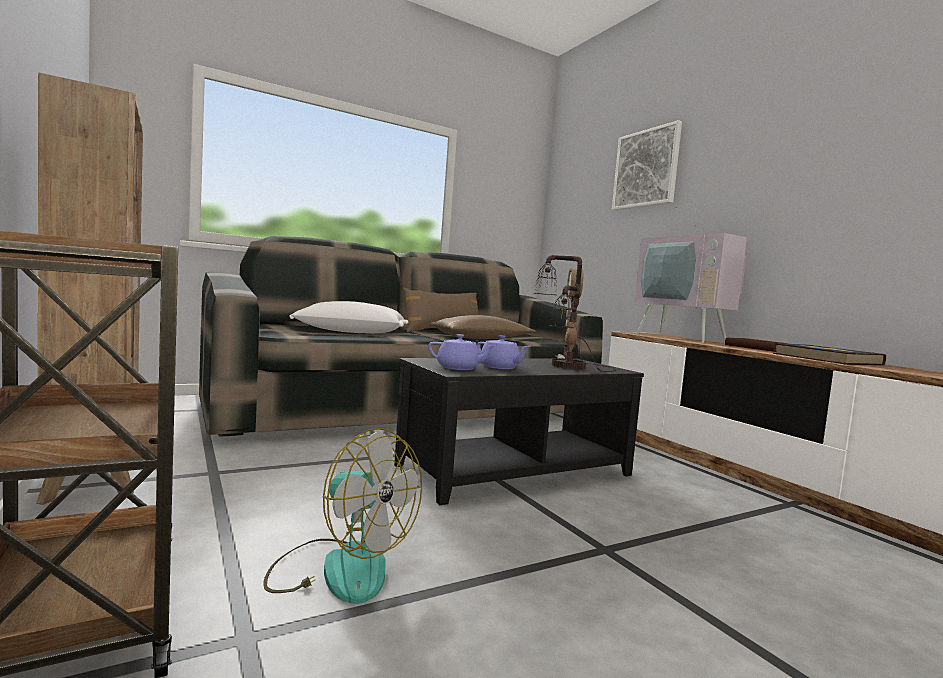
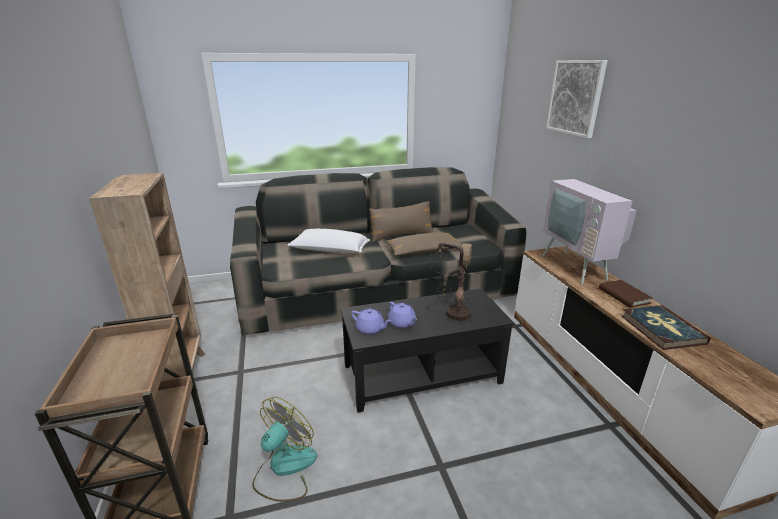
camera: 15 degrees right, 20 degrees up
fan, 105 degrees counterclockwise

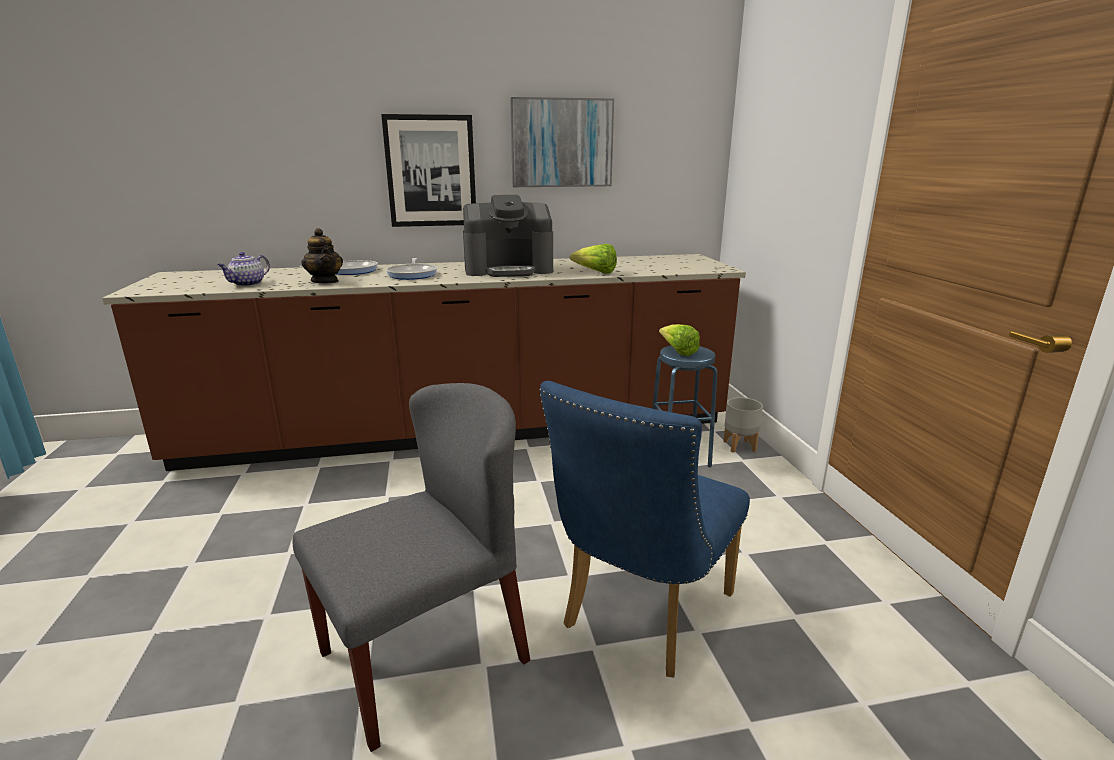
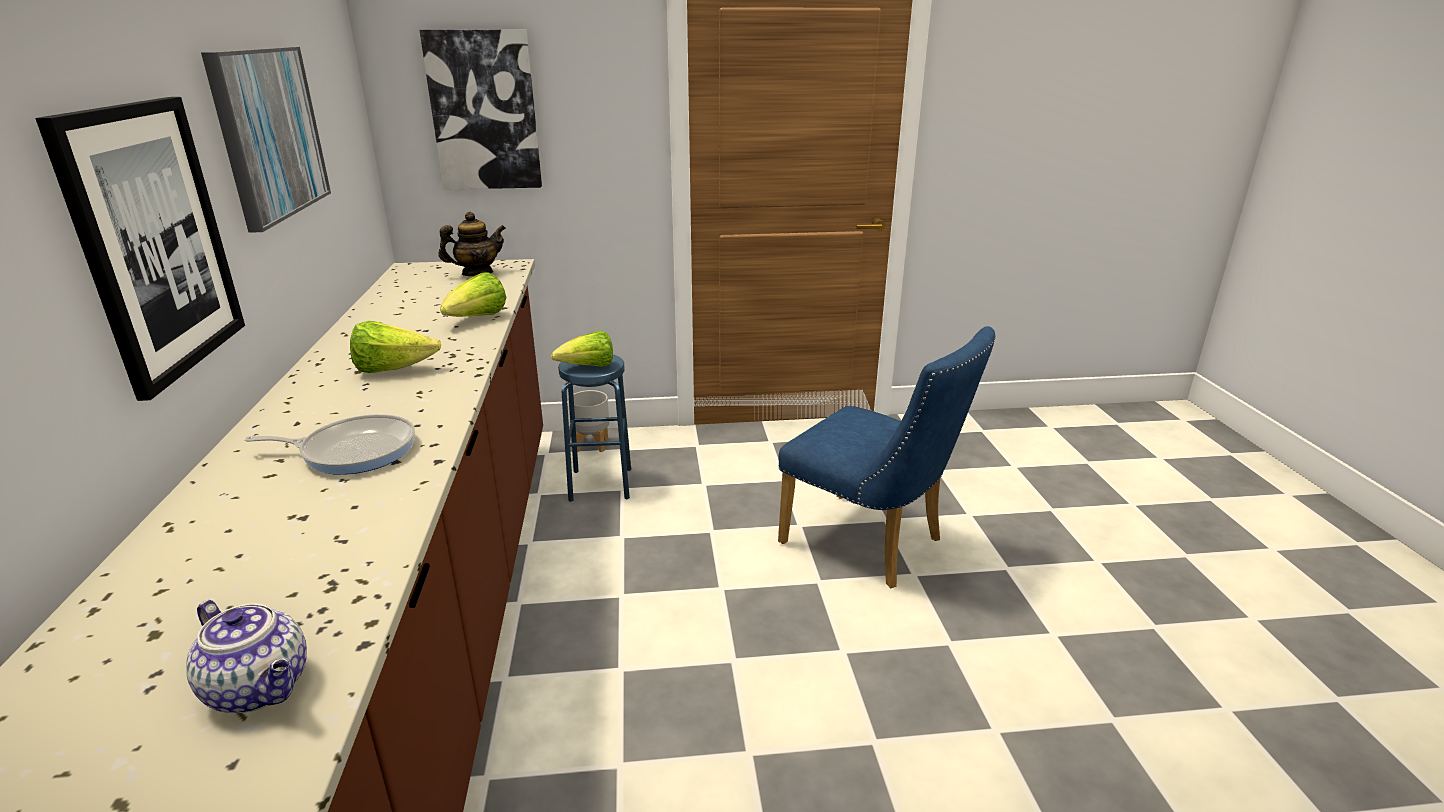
camera: 85 degrees left, 5 degrees up
coffee machine → head of lettuce (1st from left)
tea pot (2nd from left), moved
frying pan (1st from left) → -
upright chair/greyish → -
- → wall art (3rd from left)

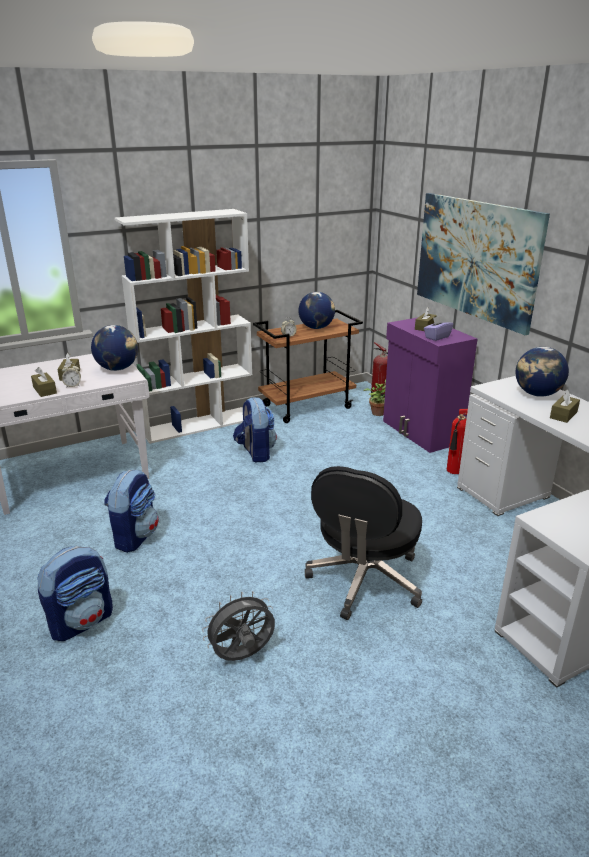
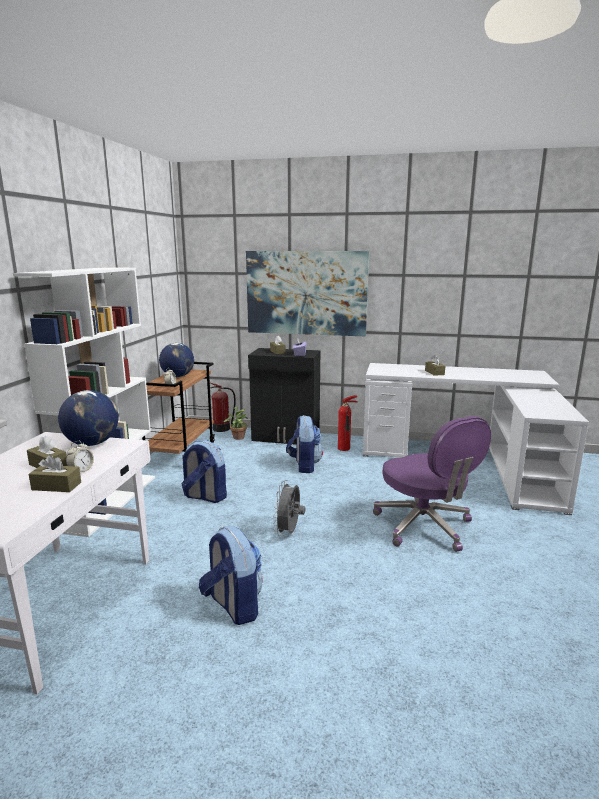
camera: 50 degrees left, 10 degrees down
cabinet/purplish → cabinet/black-coloured
desk globe (3rd from left) → -
office chair/black-coloured → office chair/purplish
knapsack (1st from left in the first image) → knapsack (3rd from left), moved
fan/greyish, moved

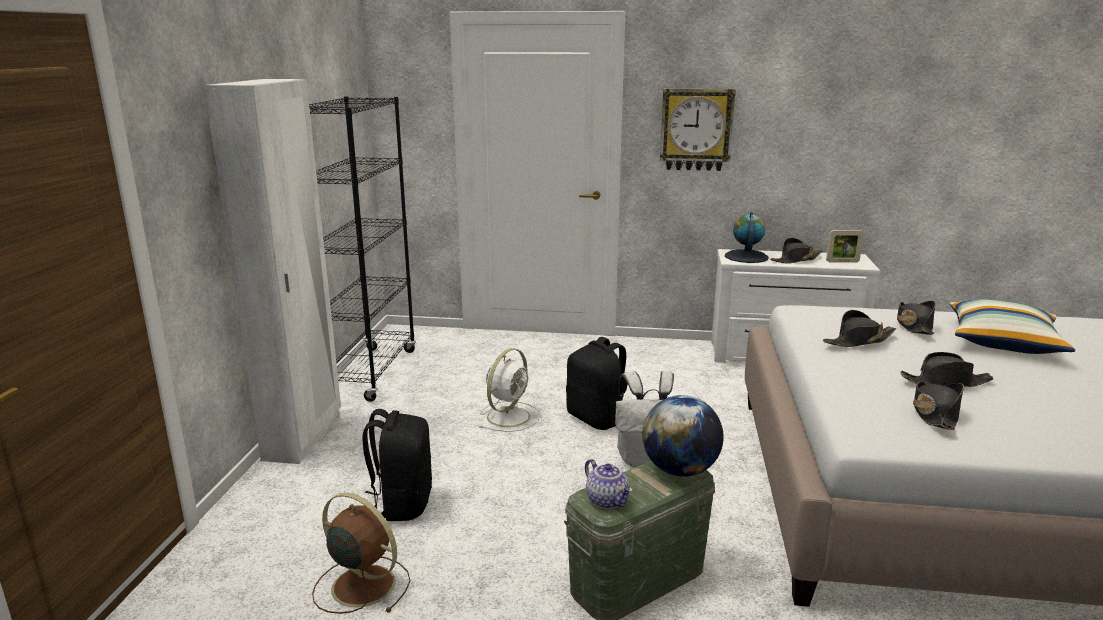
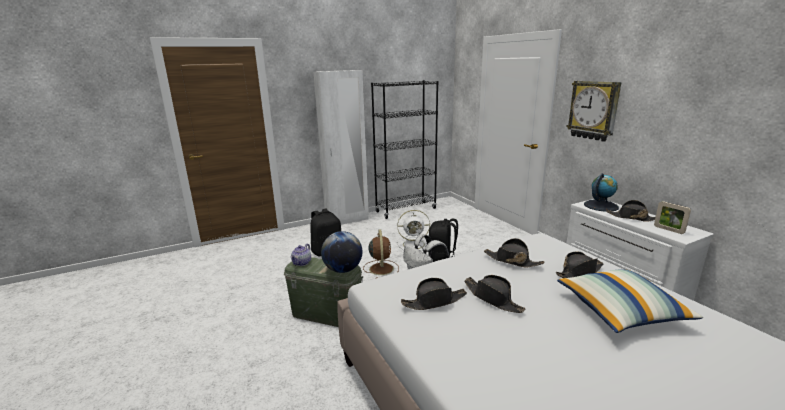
camera: 55 degrees right, 0 degrees up
fan/brown-coloured, moved

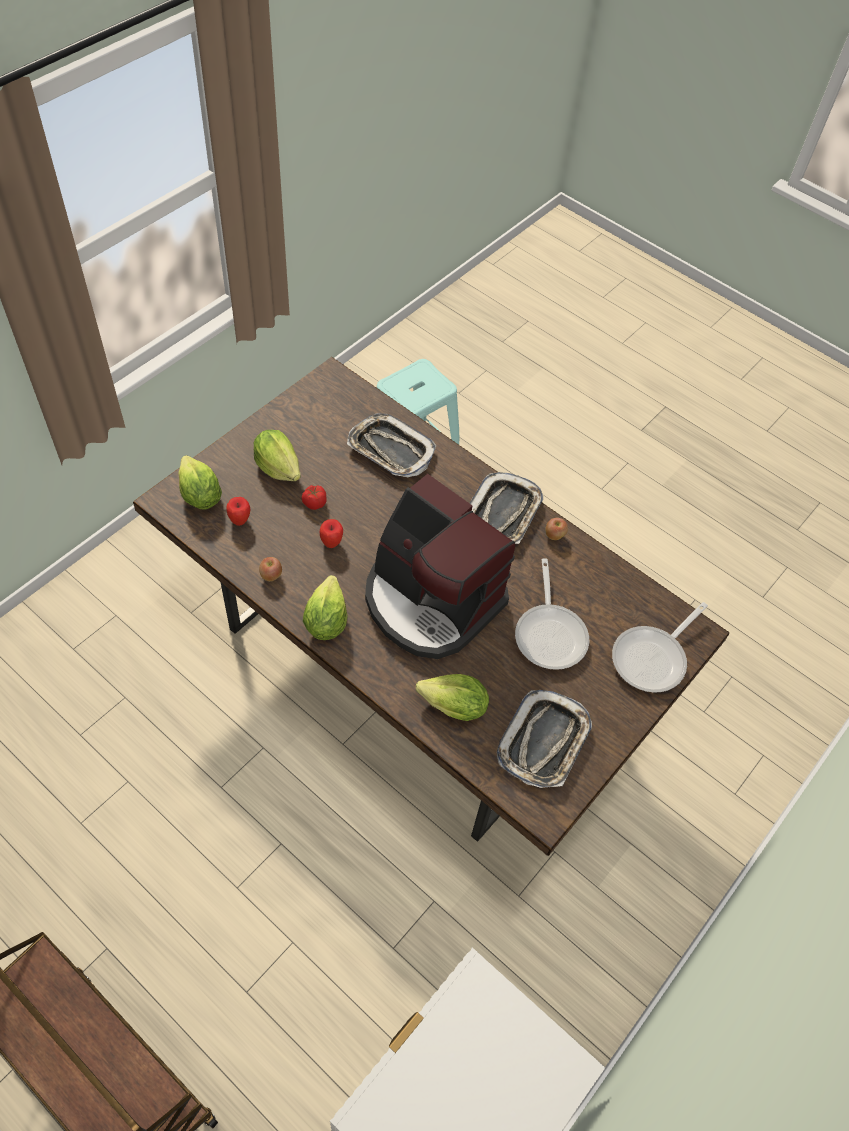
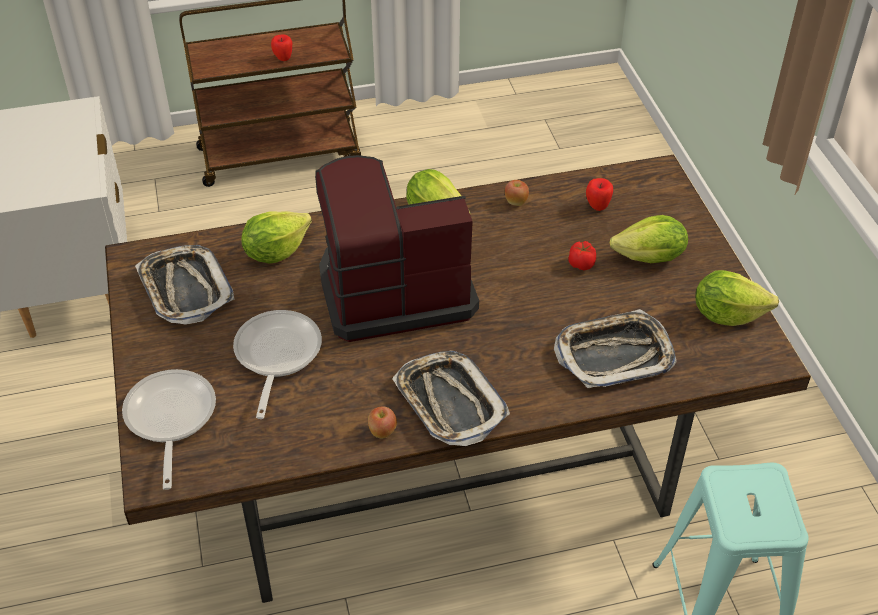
camera: 130 degrees right, 10 degrees down
head of lettuce (1st from left in the first image) → head of lettuce (4th from left), moved
apple (3rd from left in the first image) → apple (1st from left), moved
frying pan (1st from left in the first image) → frying pan (2nd from left), 60 degrees clockwise

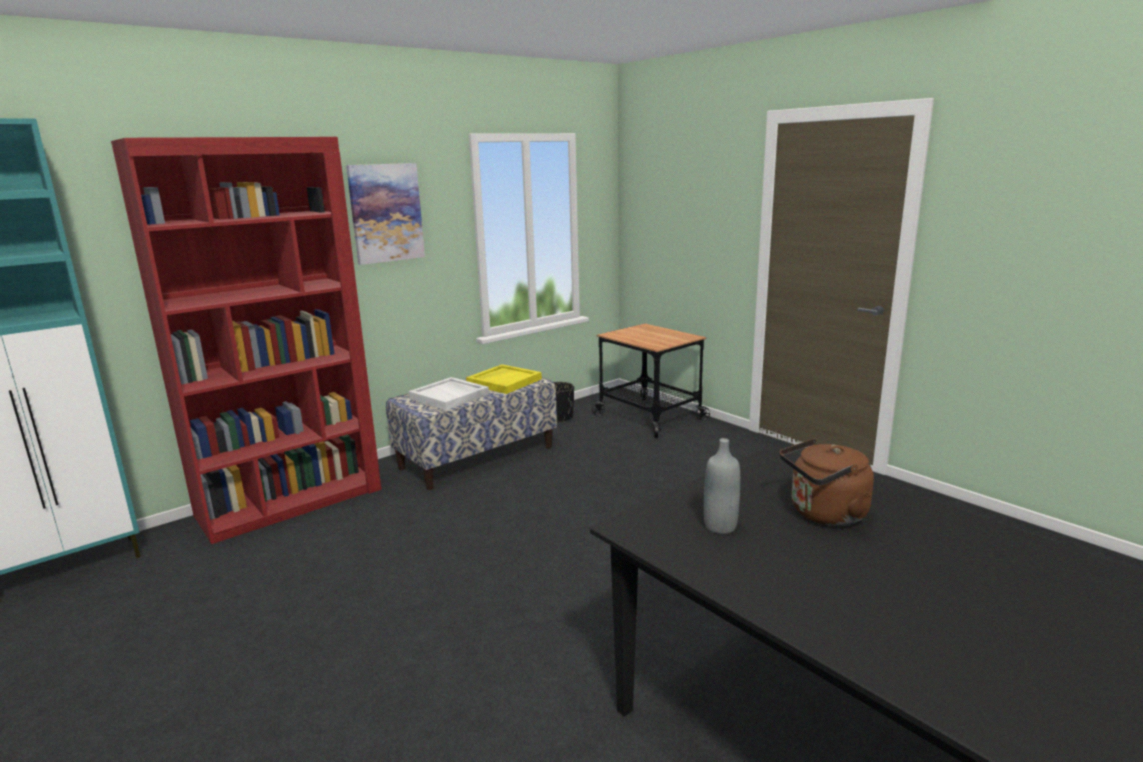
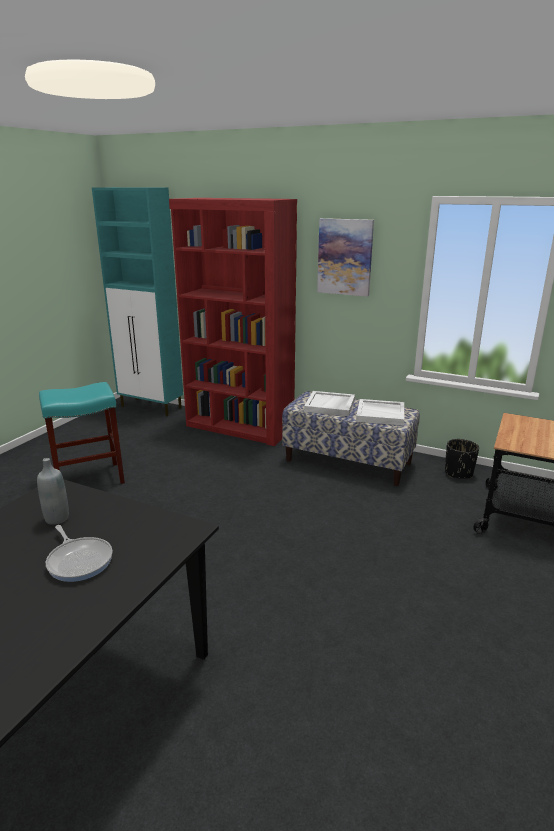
camera: 65 degrees right, 5 degrees up
carrying tray/yellow-coloured → carrying tray/white-coloured (2nd from left)
tea kettle/brown-coloured → frying pan
- → stool/turquoise-coloured

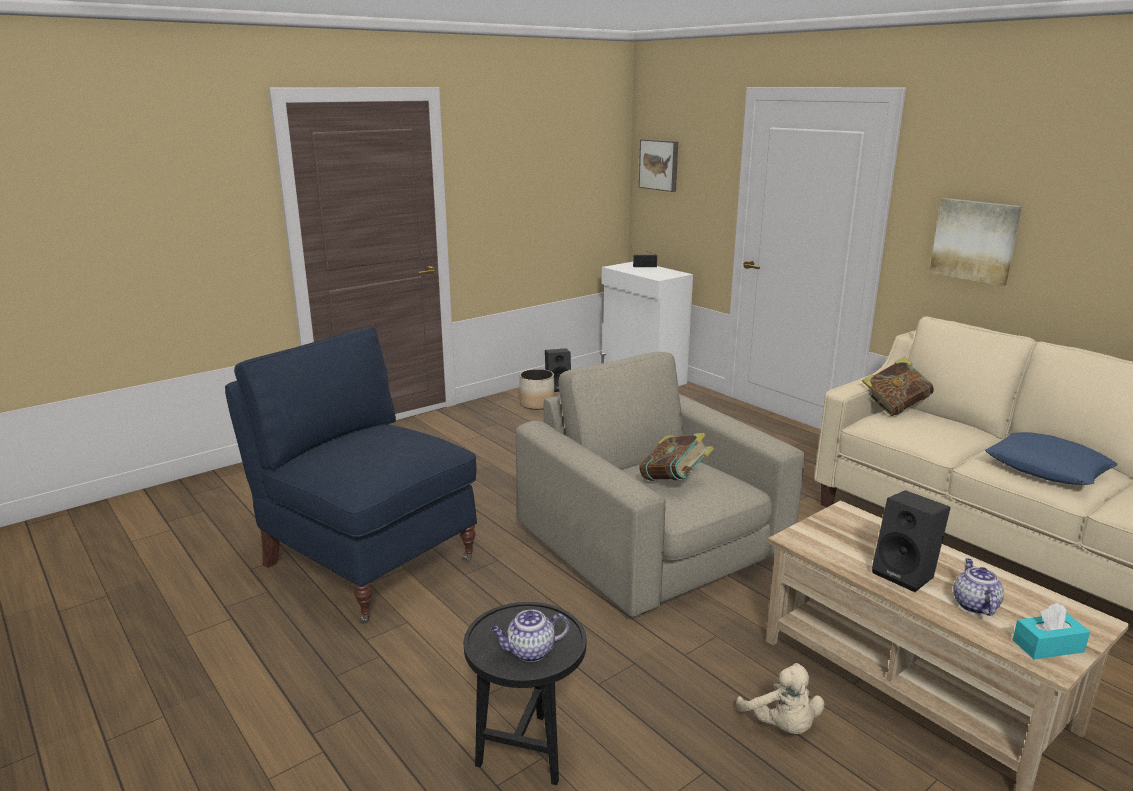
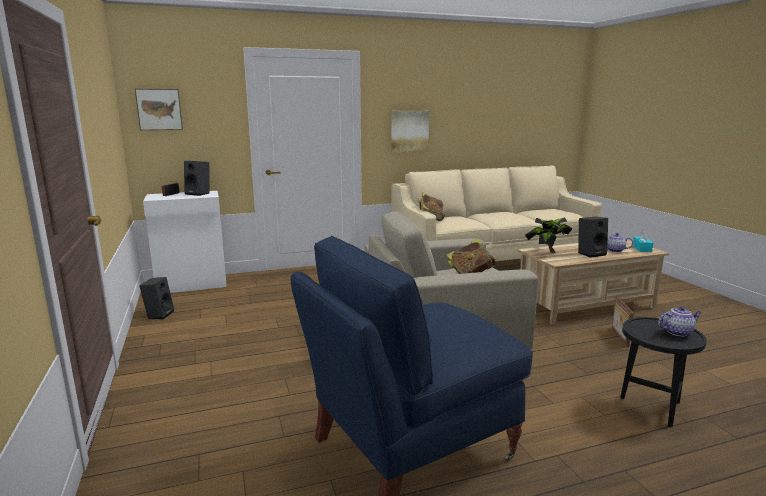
camera: 70 degrees left, 5 degrees down
planter → -
pillow/blue → -
tea pot (1st from left in the first image) → tea pot (2nd from left), 105 degrees counterclockwise
plush toy/beige → standing frame
- → speaker/black-coloured (2nd from left)
- → houseplant

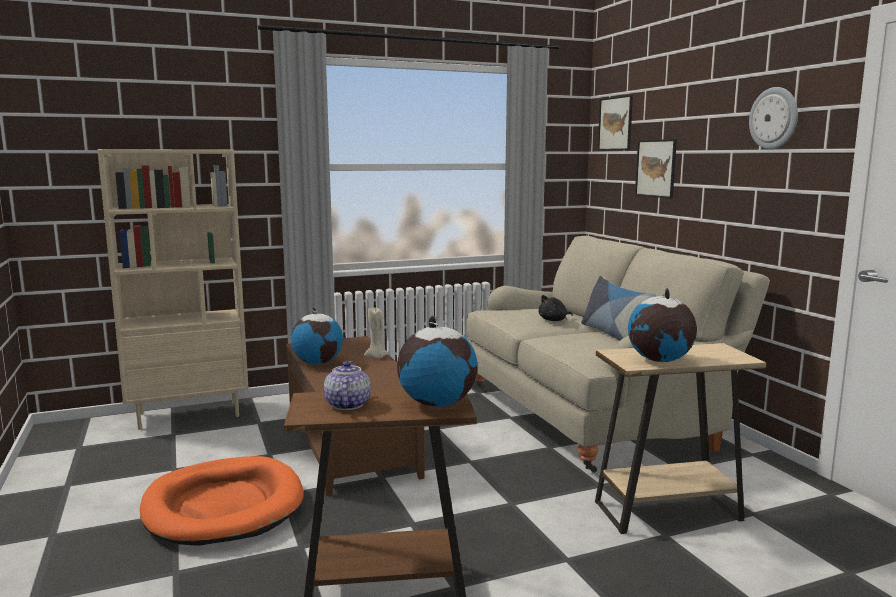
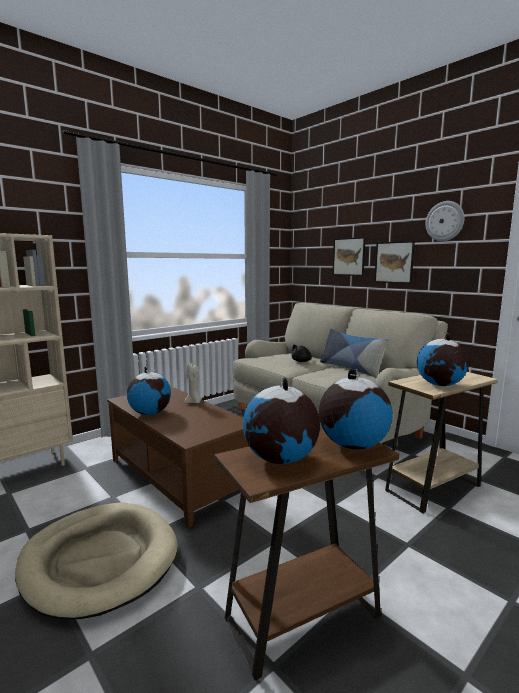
camera: 20 degrees left, 0 degrees up
wall art (1st from left in the first image) → wall art (2nd from left), moved
tea pot → desk globe (2nd from left)
pet bed/orange-coloured → pet bed/beige

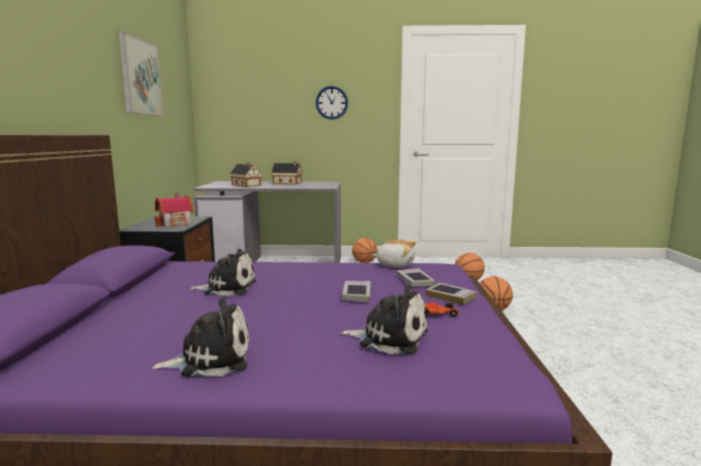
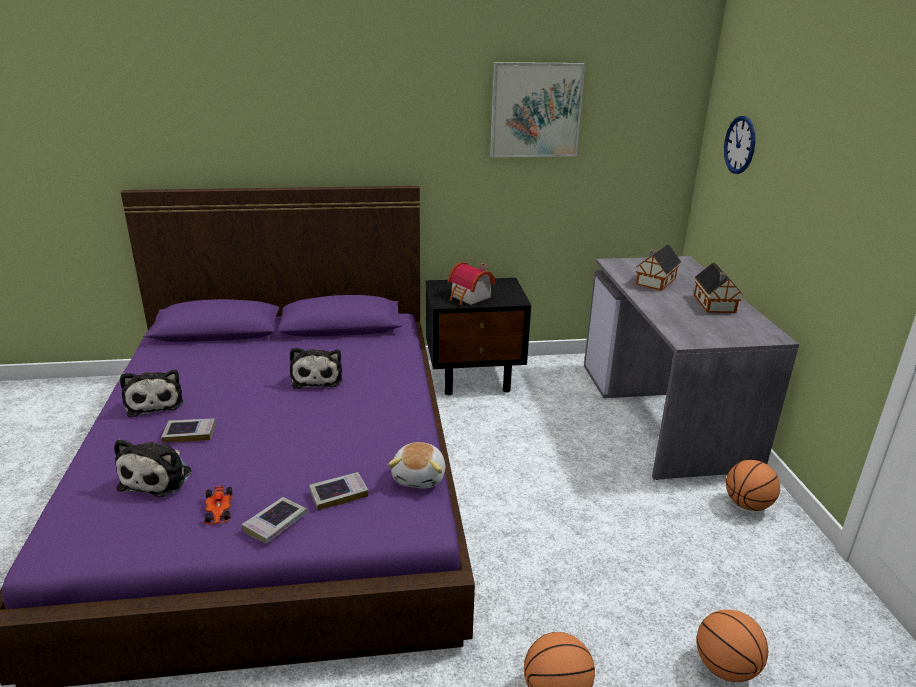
camera: 80 degrees right, 15 degrees up
wall clock, moved
book (1st from left), moved

